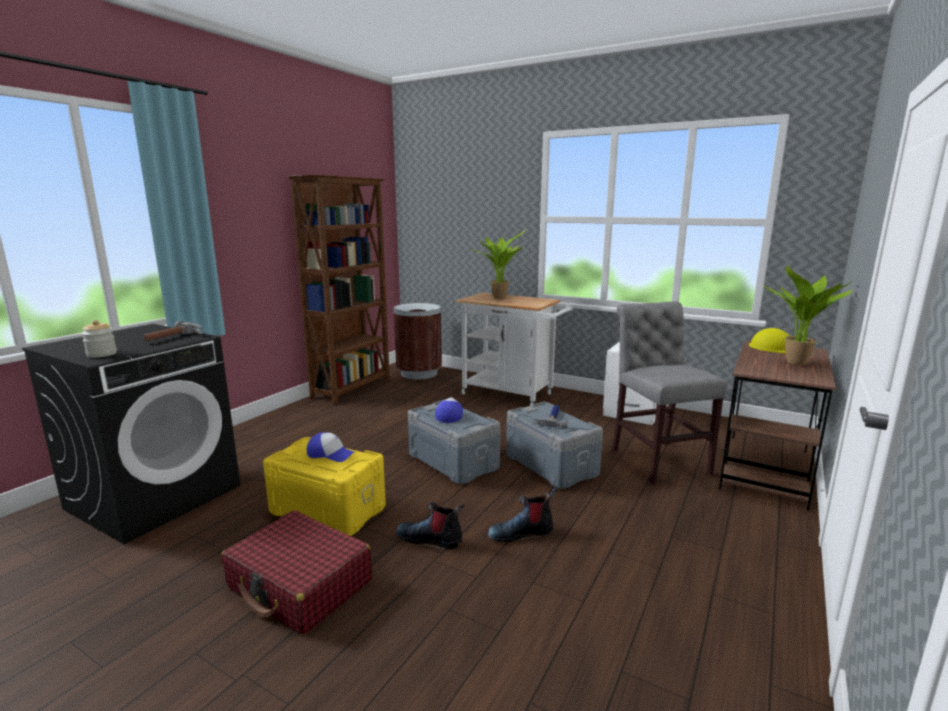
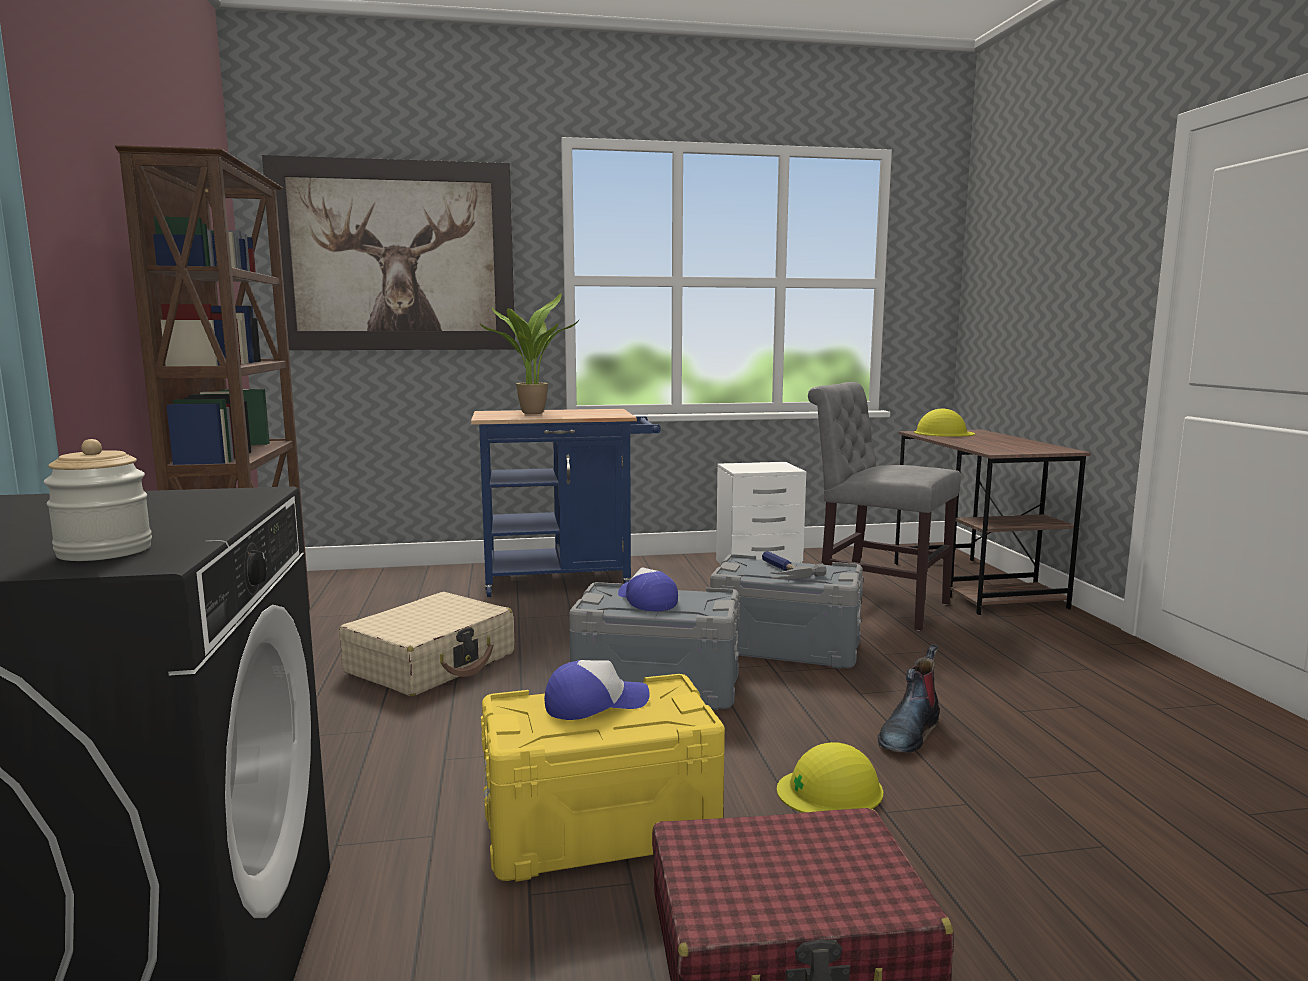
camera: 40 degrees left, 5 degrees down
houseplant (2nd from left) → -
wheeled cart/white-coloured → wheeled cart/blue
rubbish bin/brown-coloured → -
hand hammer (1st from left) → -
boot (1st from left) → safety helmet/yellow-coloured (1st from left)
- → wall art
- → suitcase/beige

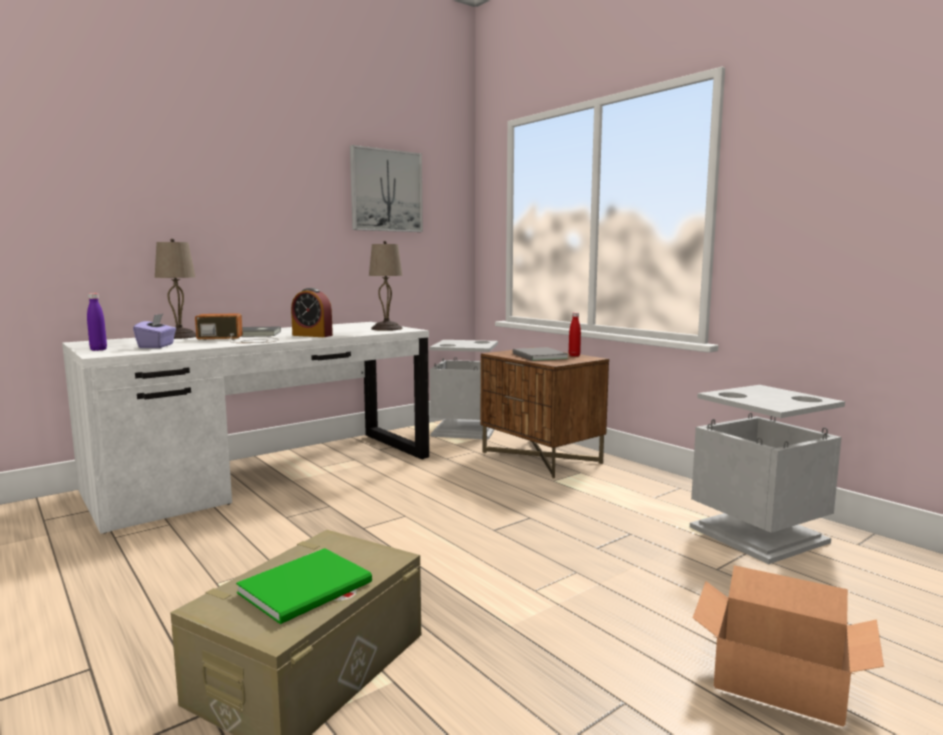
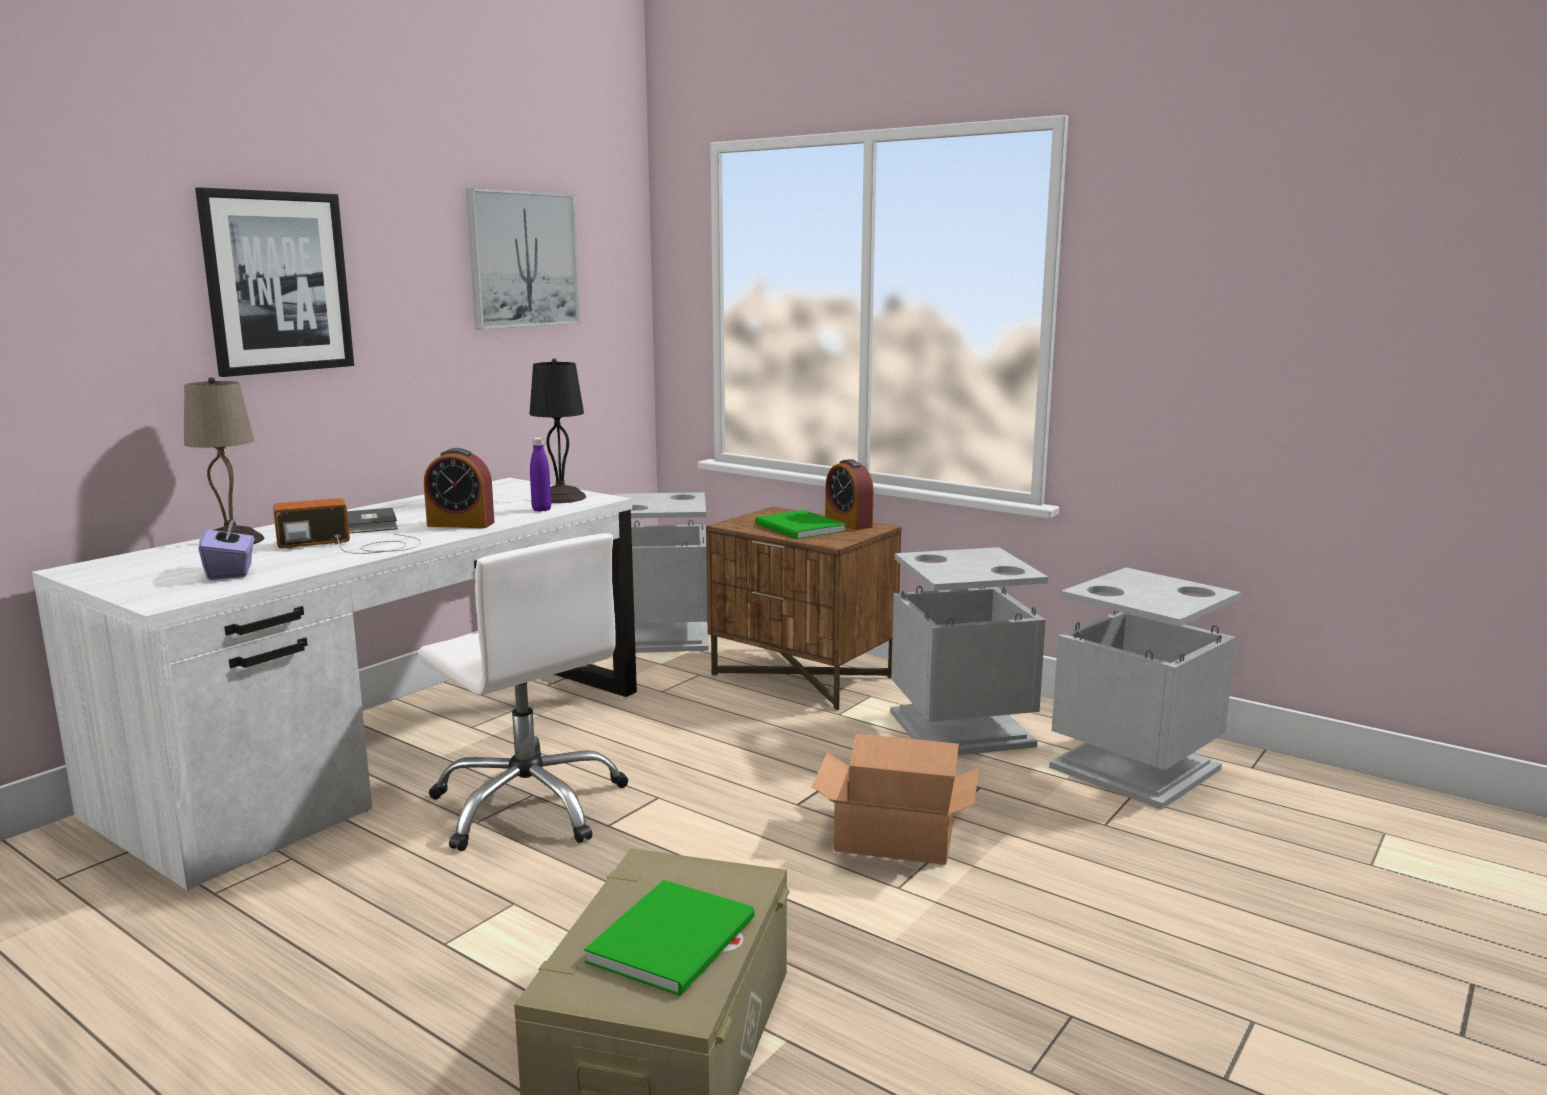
camera: 15 degrees left, 5 degrees up
table lamp/beige (2nd from left) → table lamp/black-coloured
bottle/purplish, moved
bottle/red-coloured → bedside clock (2nd from left)
book/greyish (2nd from left) → book/green-coloured (2nd from left)
cardboard box, moved
- → wall art (1st from left)
- → office chair/white-coloured
- → rubbish bin/greyish (2nd from left)

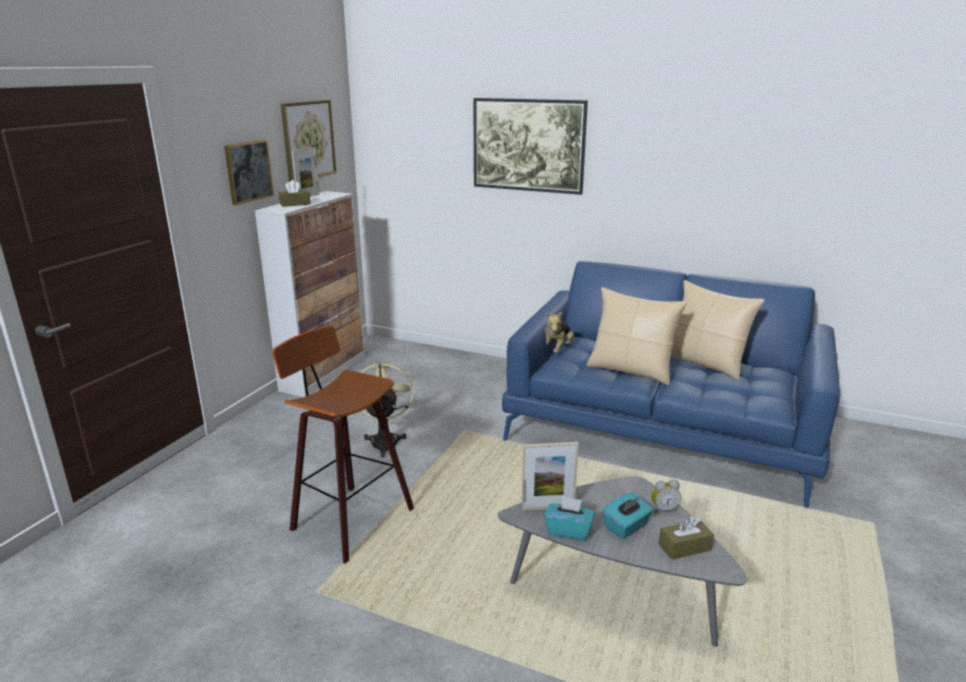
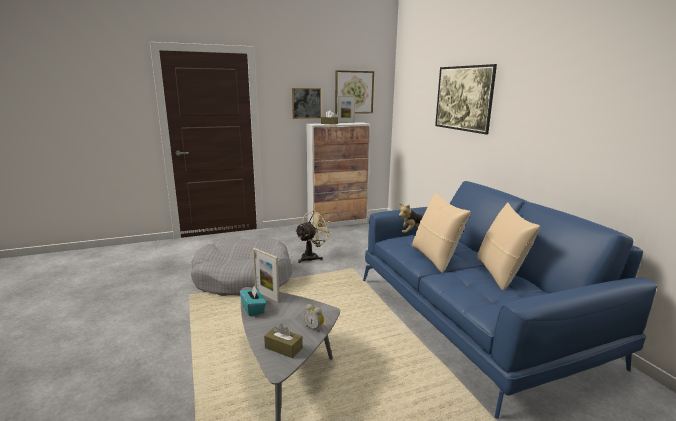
camera: 45 degrees right, 5 degrees down
stool → pet bed/greyish
tissue box/turquoise-coloured (2nd from left) → -

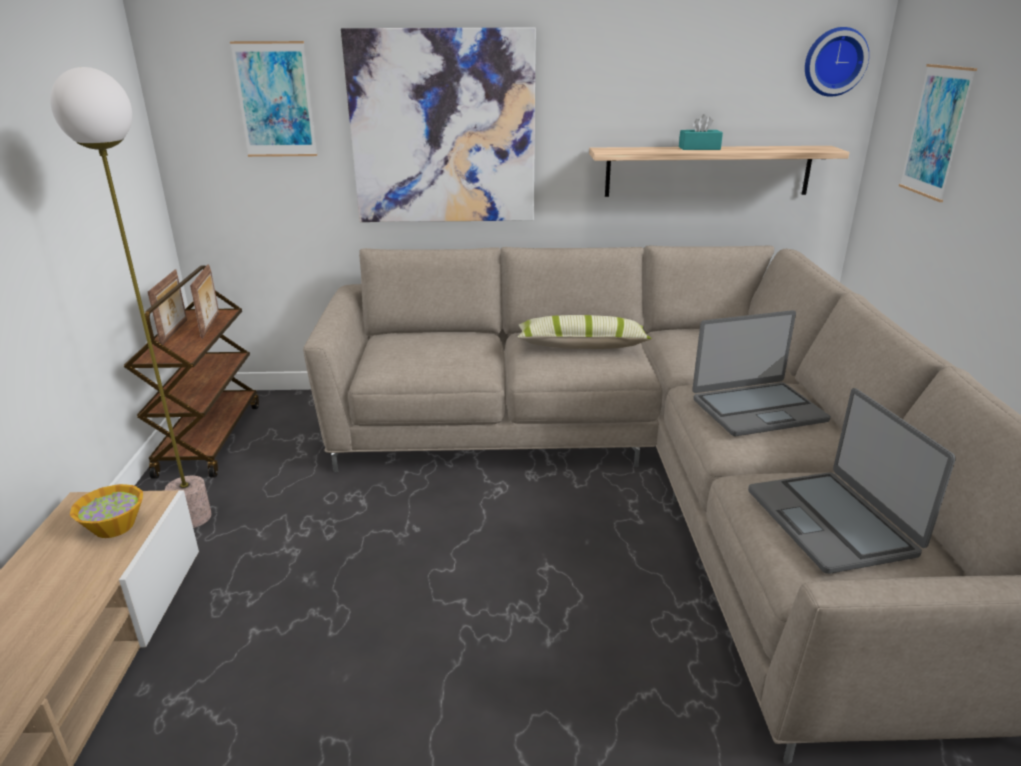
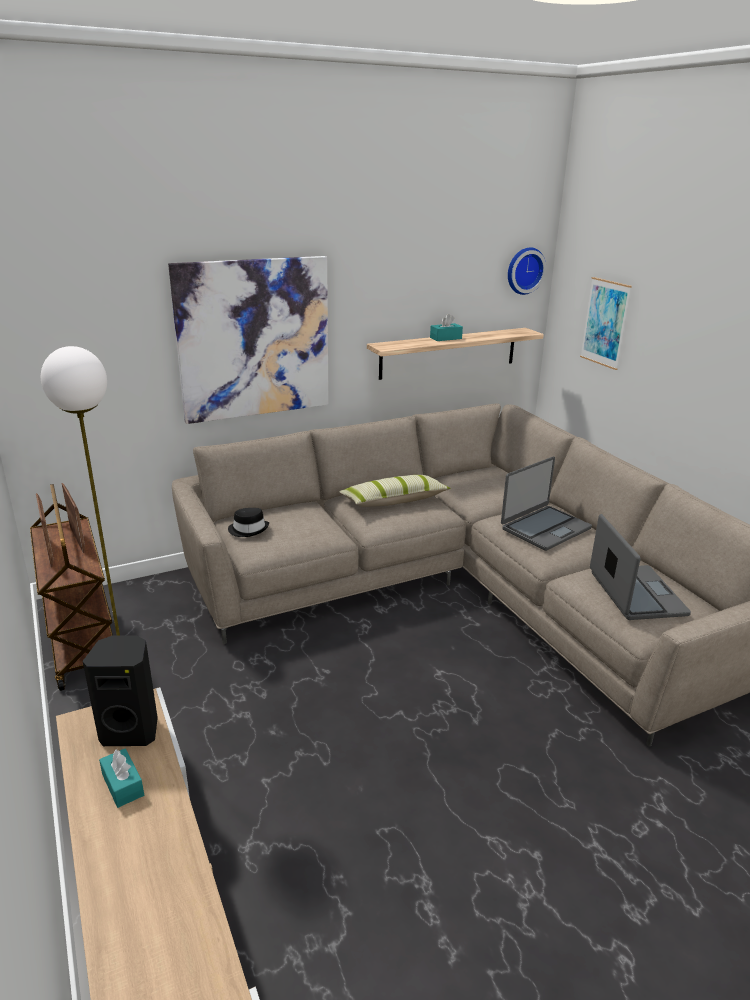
camera: 25 degrees left, 0 degrees up
wall art (1st from left) → -
laptop (2nd from left), 150 degrees counterclockwise
bowl → speaker/black-coloured
- → clothing hat/black-coloured
- → tissue box/turquoise-coloured (1st from left)

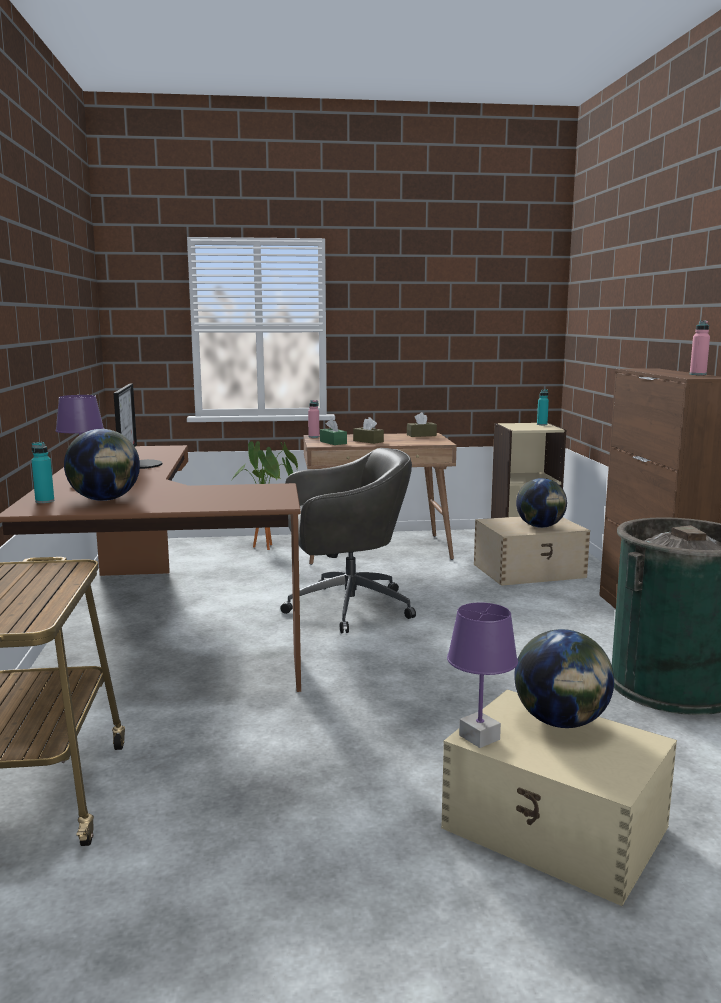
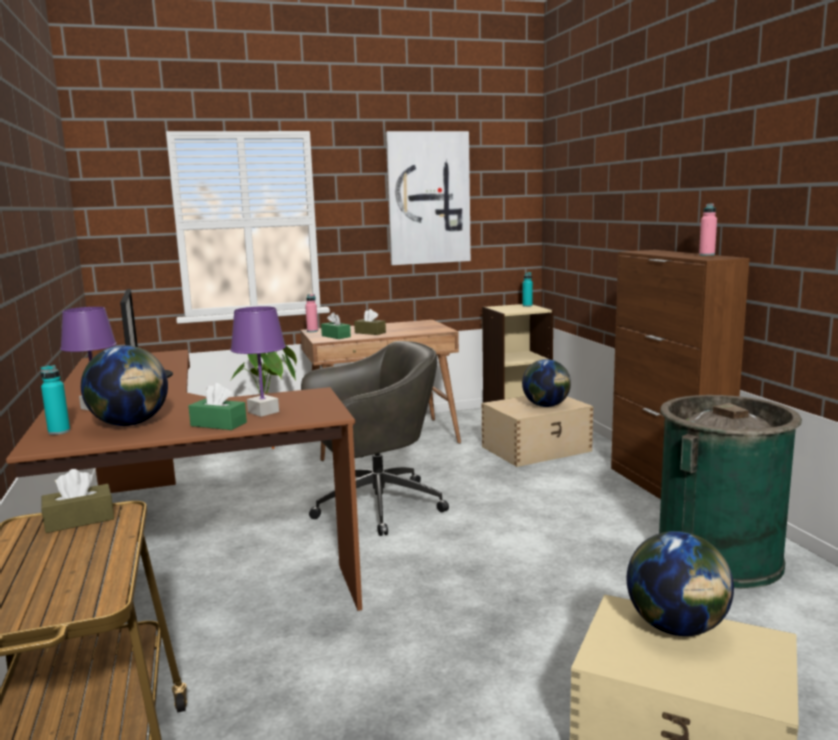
camera: 10 degrees left, 0 degrees up
tissue box/brown-coloured (2nd from left in the first image) → tissue box/brown-coloured (1st from left), moved
table lamp/purplish (2nd from left), moved
- → wall art
- → tissue box/green-coloured (1st from left)

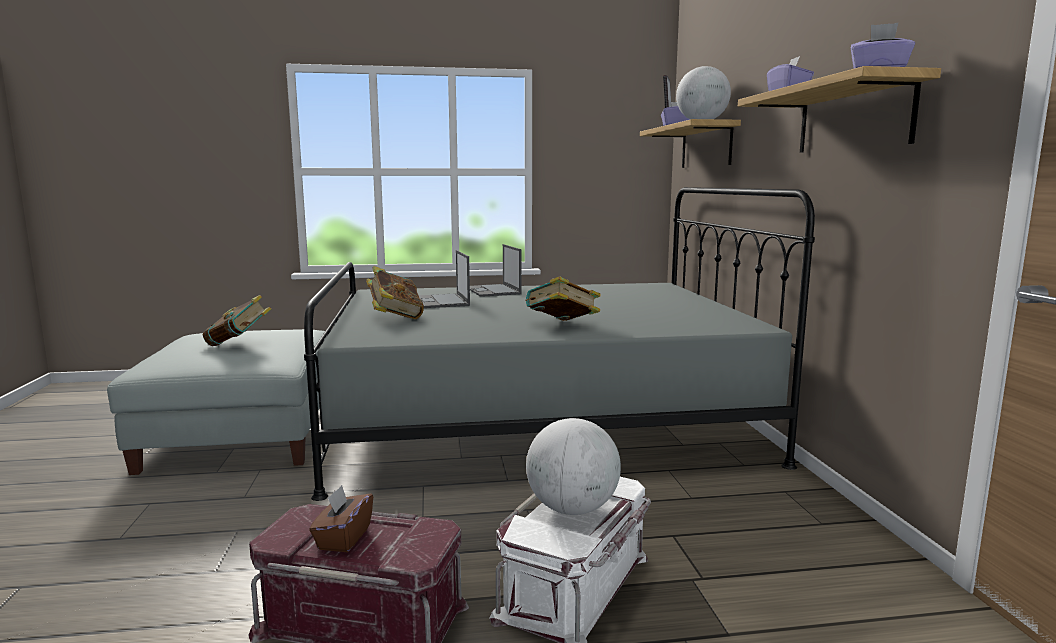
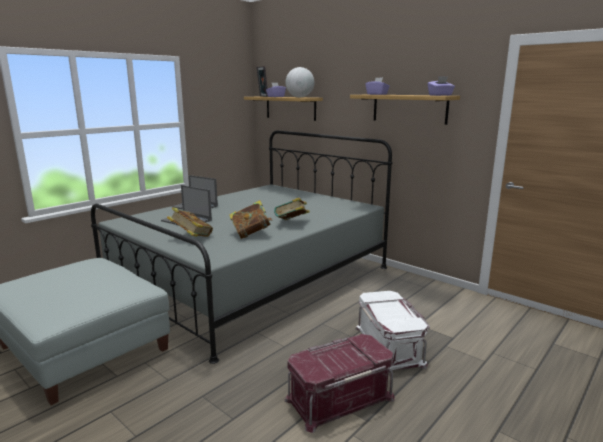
camera: 40 degrees left, 5 degrees up
book (1st from left in the first image) → book (2nd from left), moved
desk globe (1st from left) → -
tissue box/brown-coloured → -

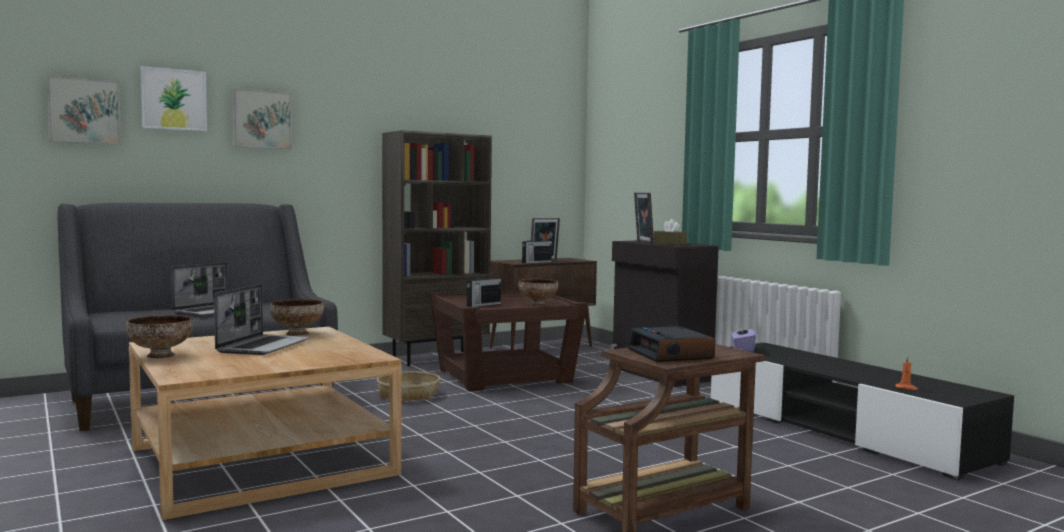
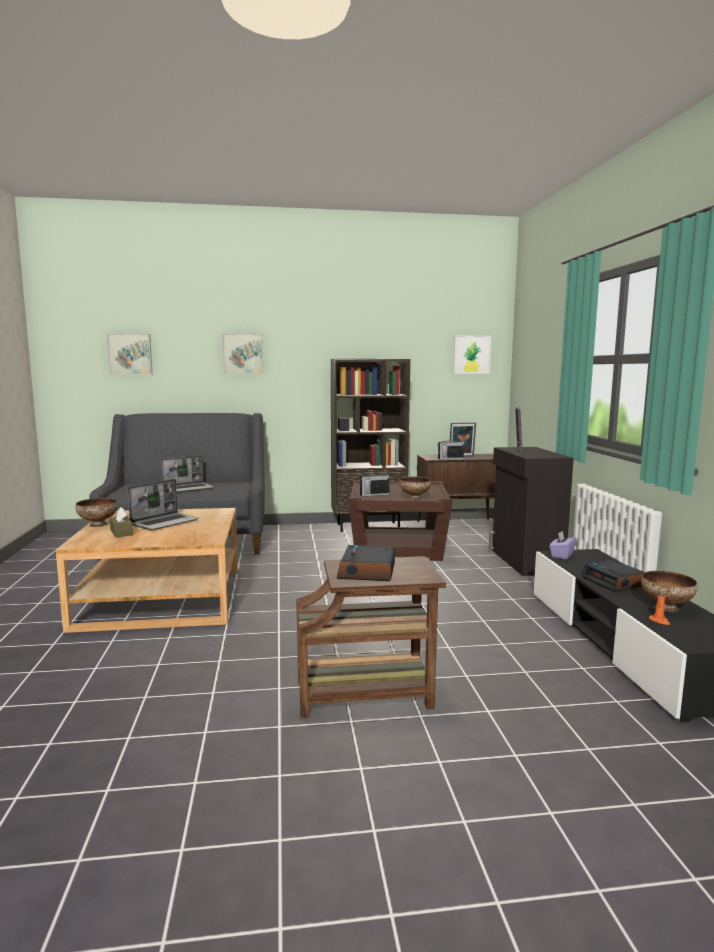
camera: 25 degrees right, 5 degrees up
wall art (2nd from left in the first image) → wall art (3rd from left), moved
tissue box/brown-coloured, moved
bowl (2nd from left in the first image) → bowl (3rd from left), moved
household basket → -
- → bedside clock (2nd from left)

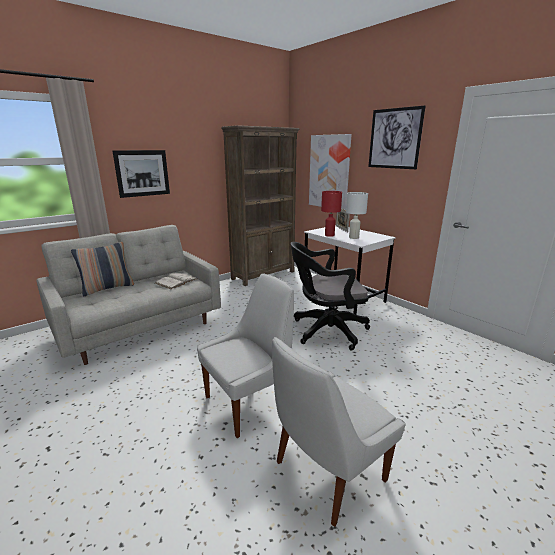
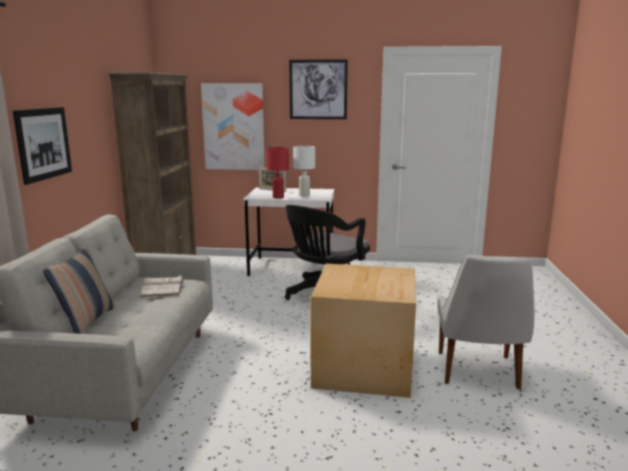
camera: 45 degrees left, 5 degrees down
upright chair/white-coloured (1st from left) → cardboard box

